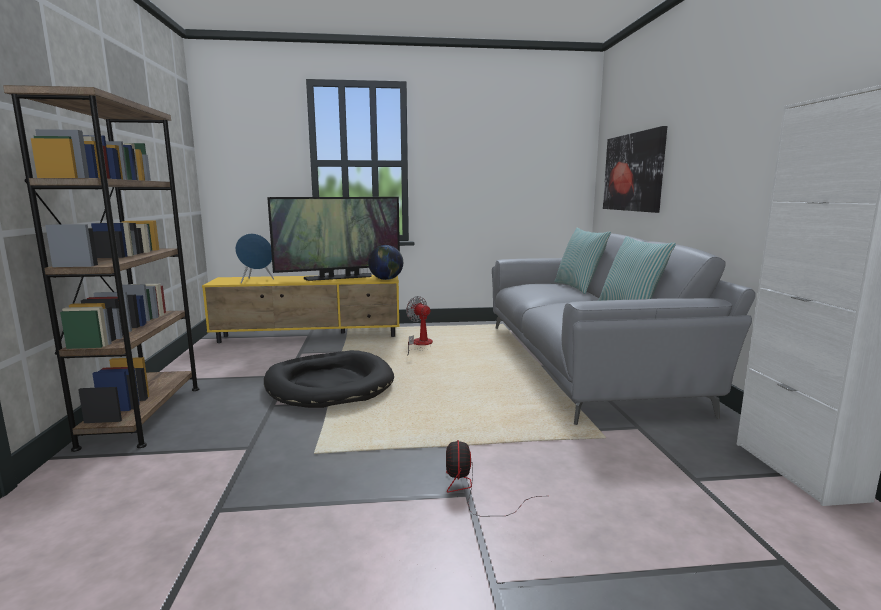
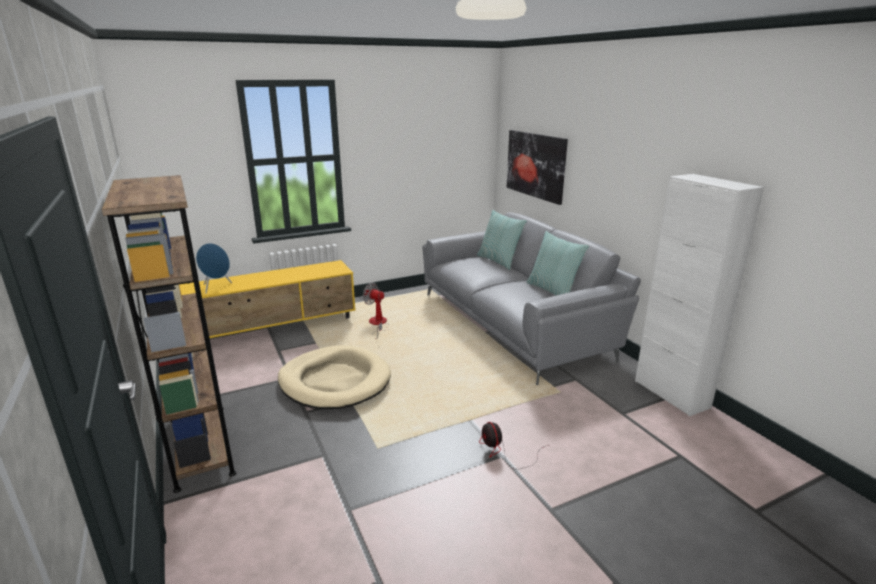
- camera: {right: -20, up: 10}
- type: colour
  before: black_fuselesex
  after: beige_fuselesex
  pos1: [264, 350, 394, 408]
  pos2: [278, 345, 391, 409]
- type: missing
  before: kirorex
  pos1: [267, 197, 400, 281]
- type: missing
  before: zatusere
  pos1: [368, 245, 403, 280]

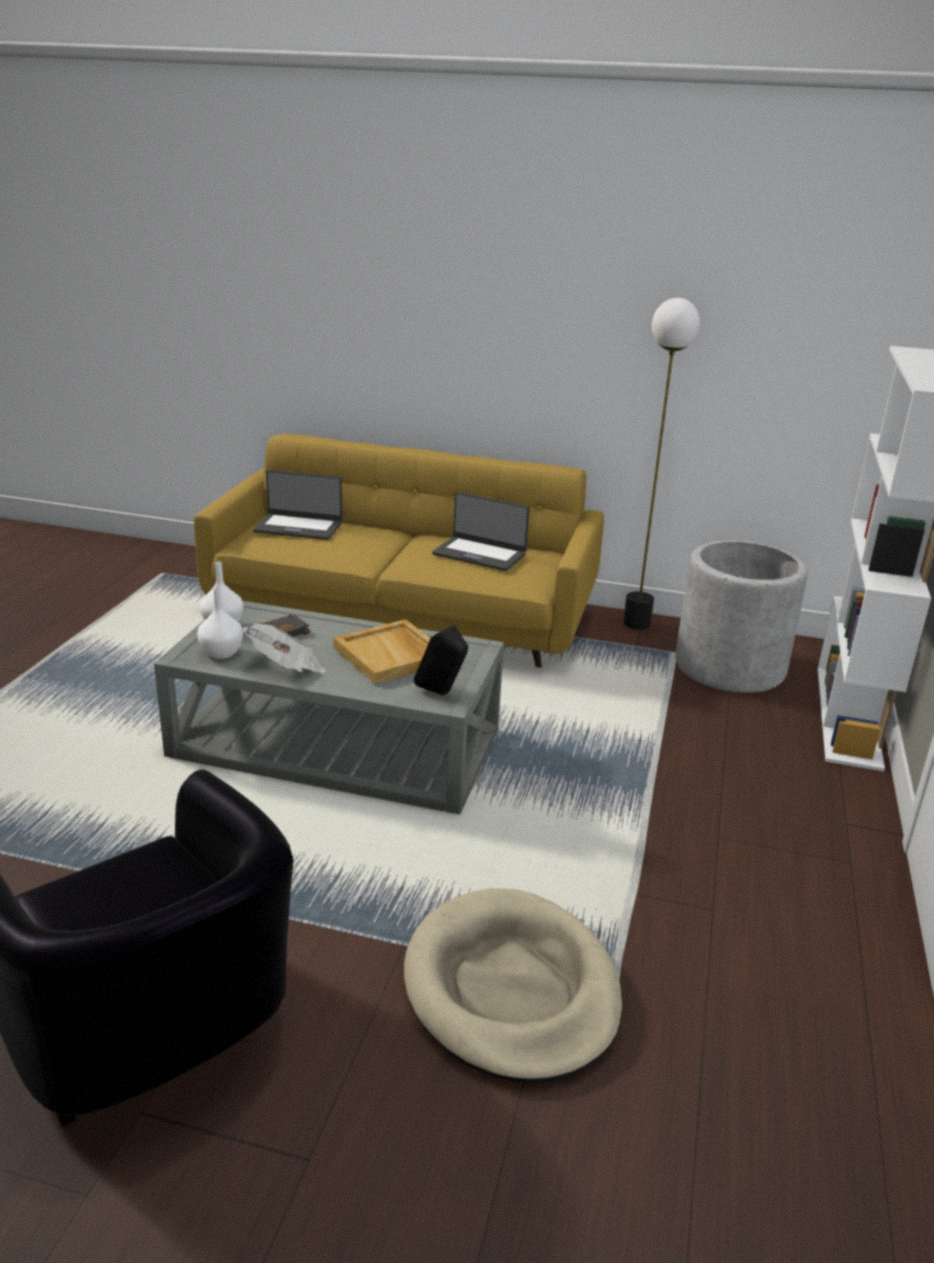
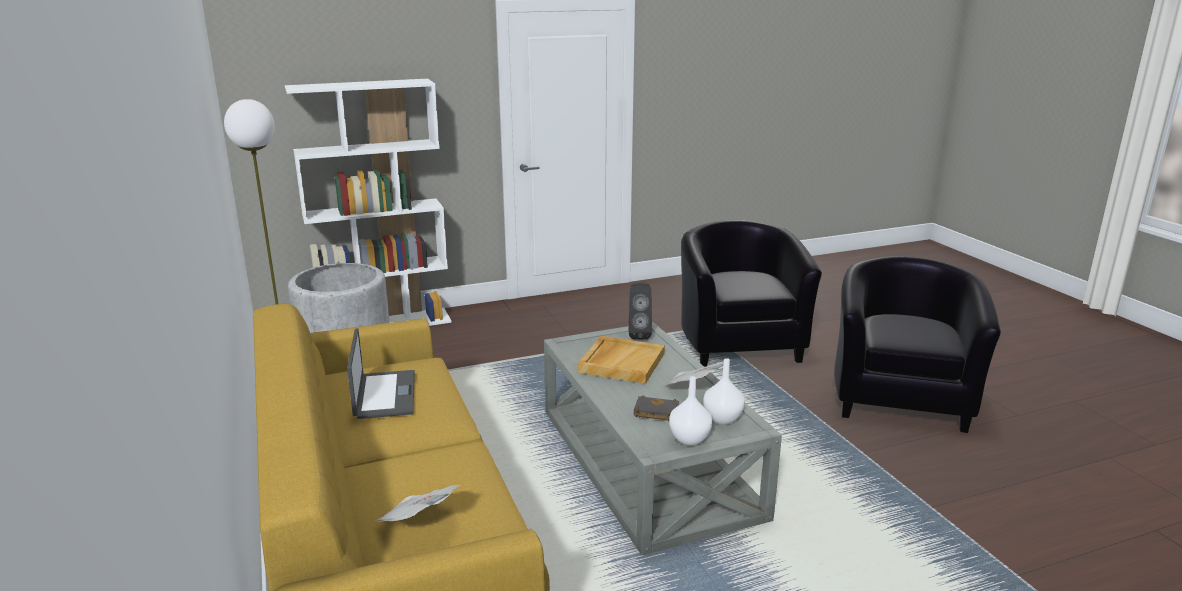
- camera: {right: -125, up: -5}
- type: exchanged
  before: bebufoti
  after: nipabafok
  pos1: [253, 470, 342, 540]
  pos2: [375, 485, 461, 522]
- type: exchanged
  before: beige_fuselesex
  after: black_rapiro
  pos1: [404, 888, 622, 1084]
  pos2: [681, 220, 822, 367]

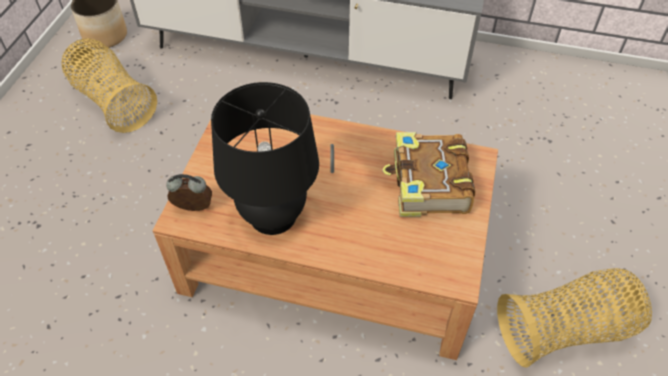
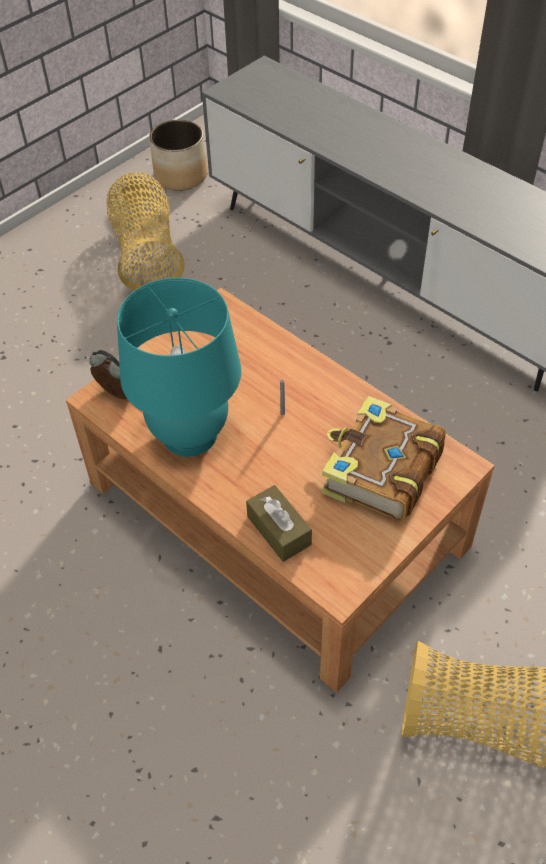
- camera: {right: 30, up: 0}
- type: colour
  before: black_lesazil
  after: turquoise_lesazil
  pos1: [211, 82, 319, 235]
  pos2: [117, 278, 241, 457]
- type: appeared
  after: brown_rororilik
  pos2: [246, 485, 312, 562]

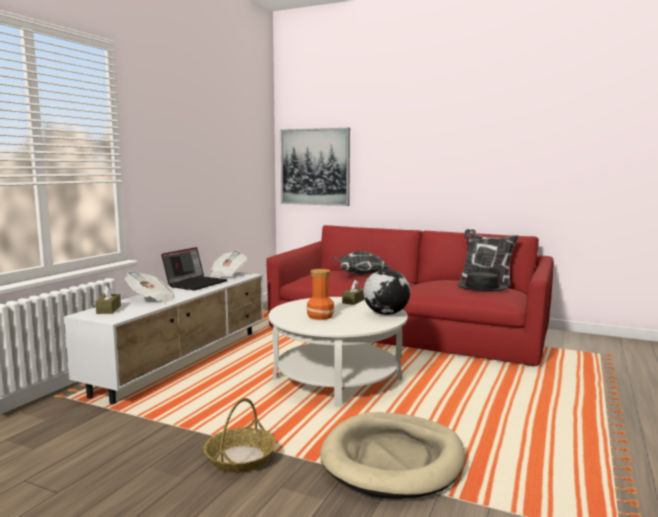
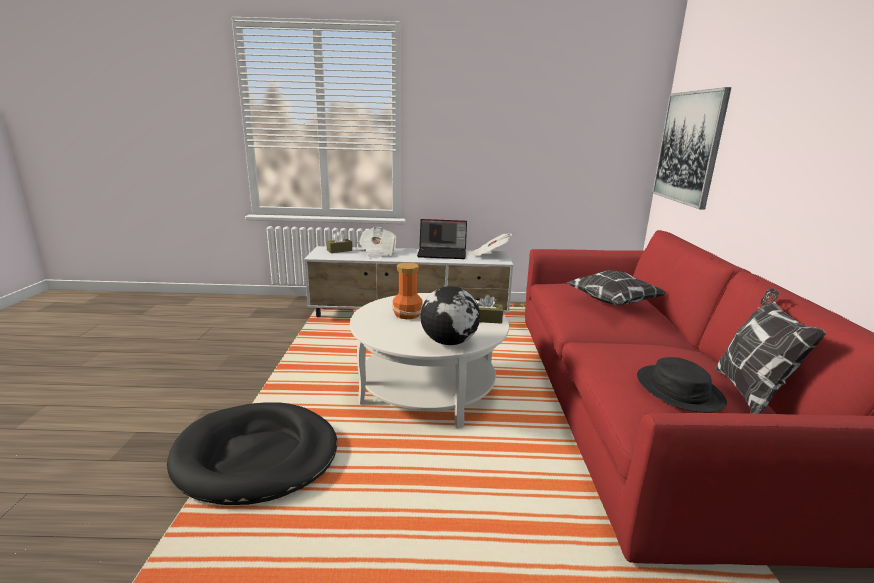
- camera: {right: 65, up: 10}
- type: missing
  before: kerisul
  pos1: [204, 398, 276, 473]
- type: colour
  before: beige_fuselesex
  after: black_fuselesex
  pos1: [320, 412, 465, 499]
  pos2: [167, 402, 337, 505]

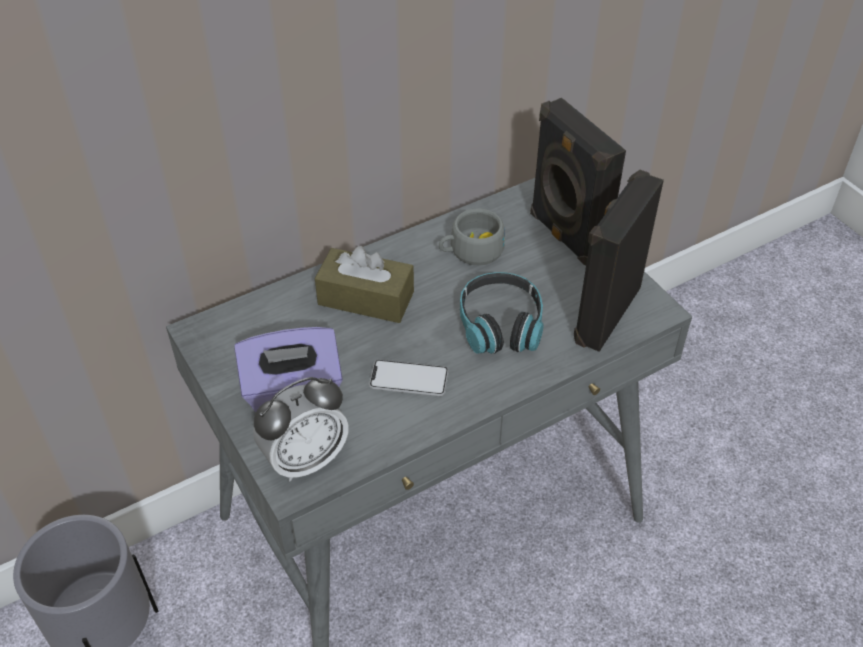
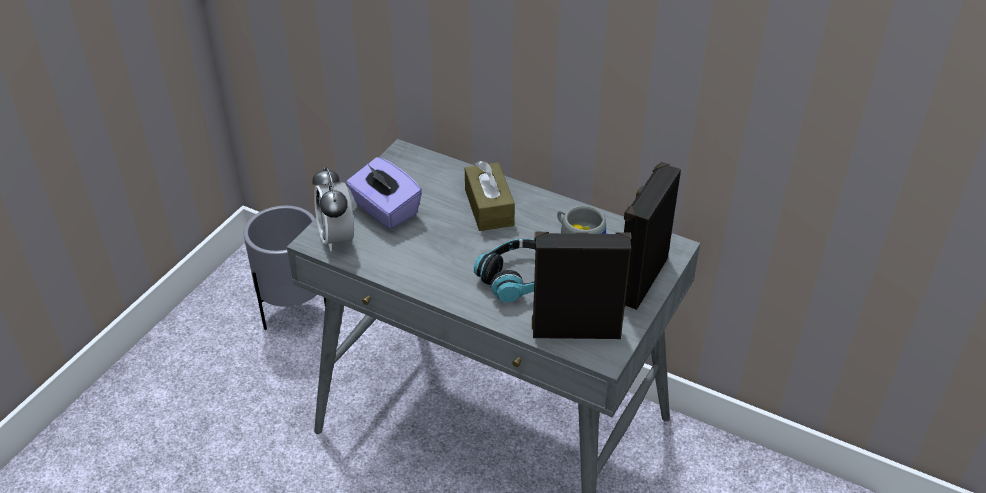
- camera: {right: 60, up: -5}
- type: spun
  before: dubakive
  pos1: [253, 377, 349, 481]
  pos2: [312, 167, 354, 251]
  turn: 45
- type: missing
  before: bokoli
  pos1: [369, 360, 449, 396]

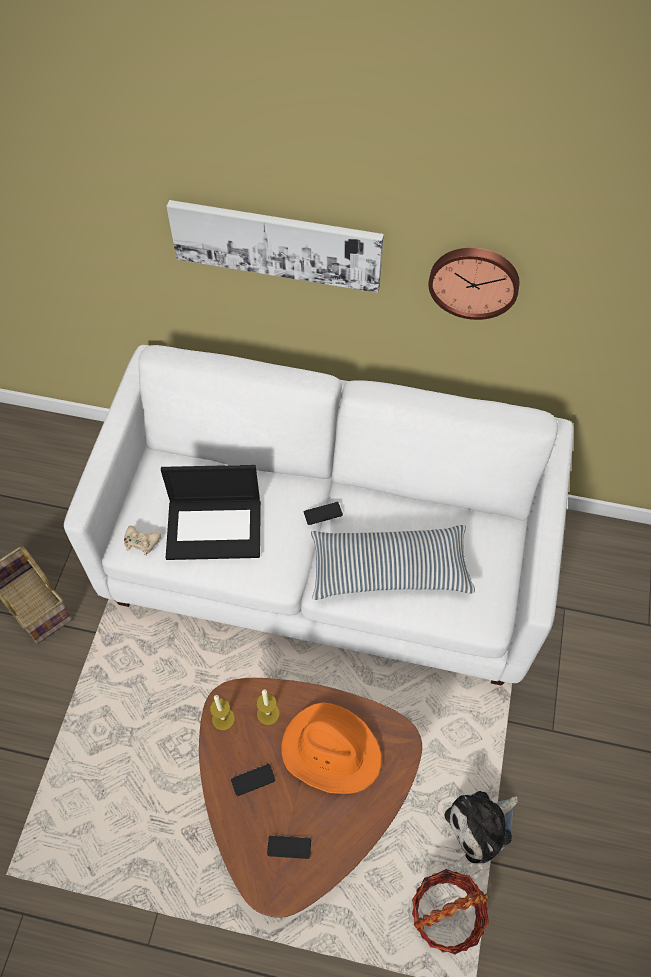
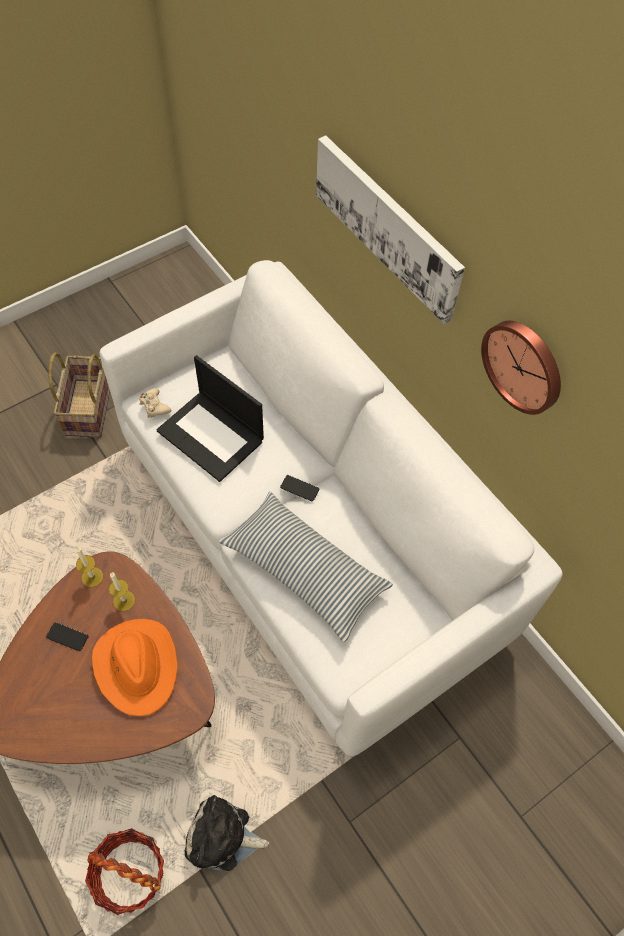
- camera: {right: 40, up: 0}
- type: missing
  before: bokoli
  pos1: [267, 835, 311, 859]

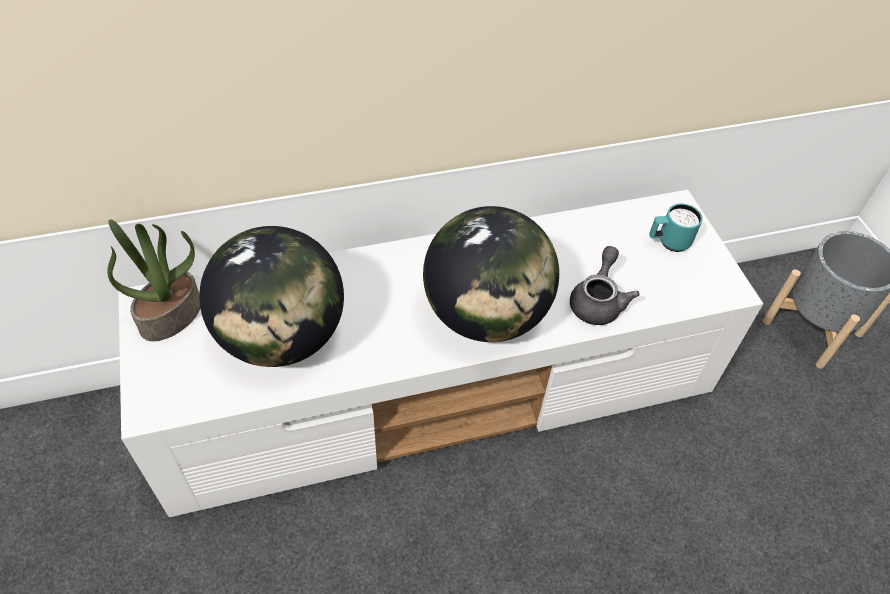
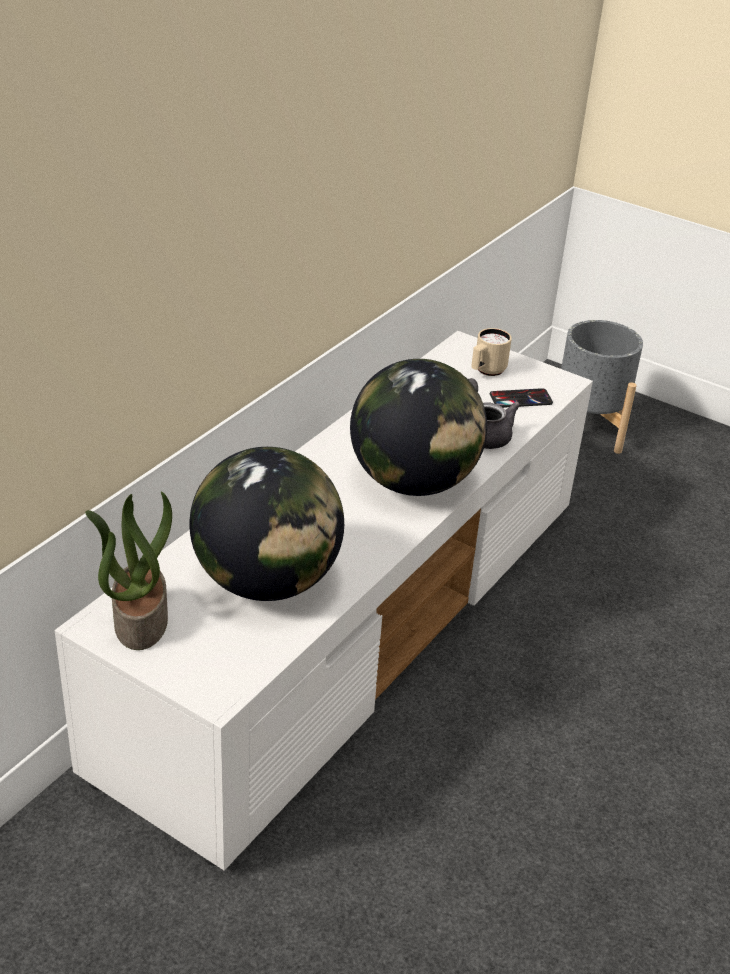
- camera: {right: -40, up: -15}
- type: colour
  before: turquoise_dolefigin
  after: beige_dolefigin
  pos1: [649, 203, 703, 252]
  pos2: [471, 328, 512, 376]
- type: appeared
  after: bokoli
  pos2: [490, 388, 553, 408]

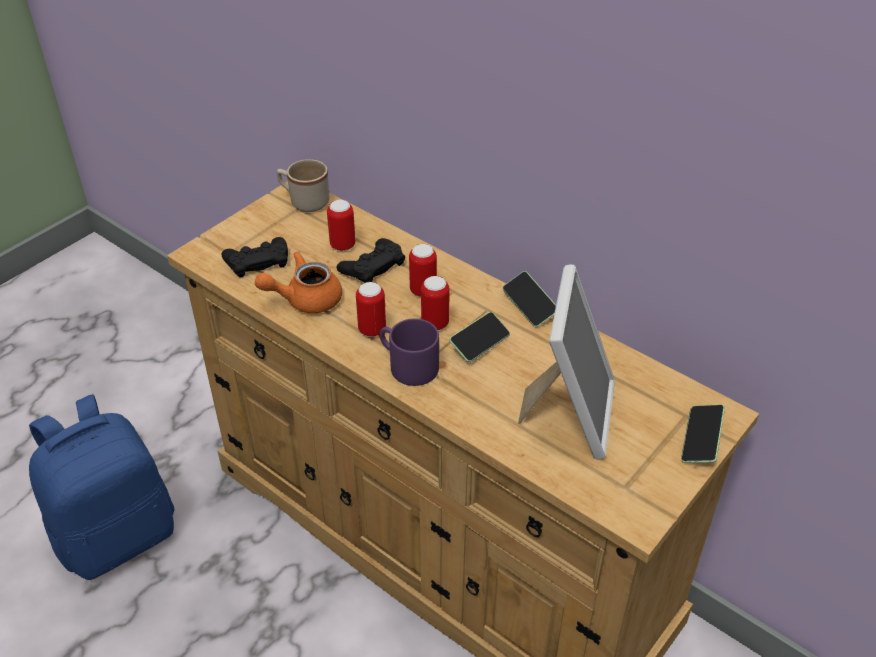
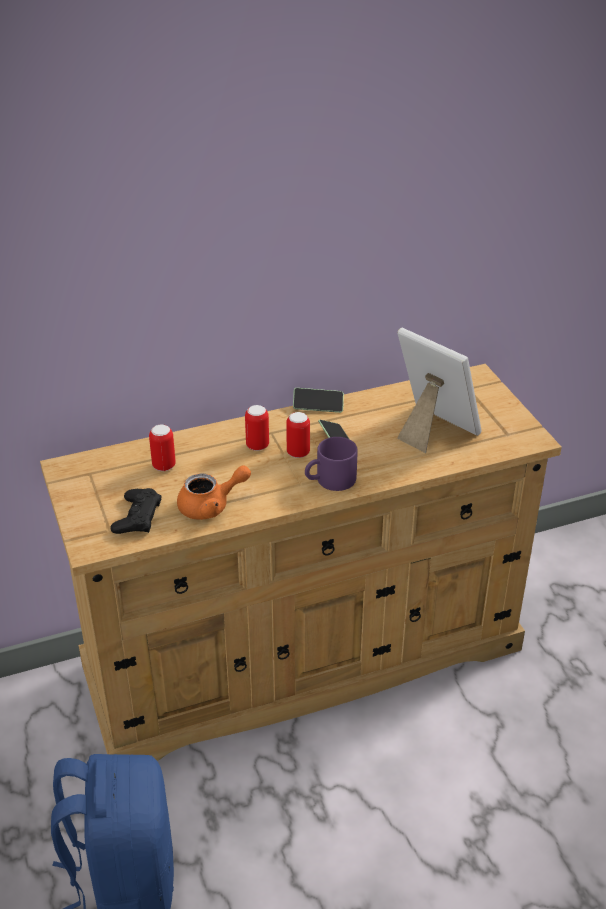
- camera: {right: -60, up: -5}
- type: spun
  before: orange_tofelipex
  pos1: [255, 252, 342, 313]
  pos2: [177, 465, 251, 520]
  turn: -120
- type: missing
  before: beige_dolefigin
  pos1: [277, 159, 329, 212]
- type: missing
  before: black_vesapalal
  pos1: [336, 238, 405, 283]
- type: missing
  before: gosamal
  pos1: [356, 282, 386, 337]
- type: missing
  before: bokoli
  pos1: [681, 404, 725, 463]

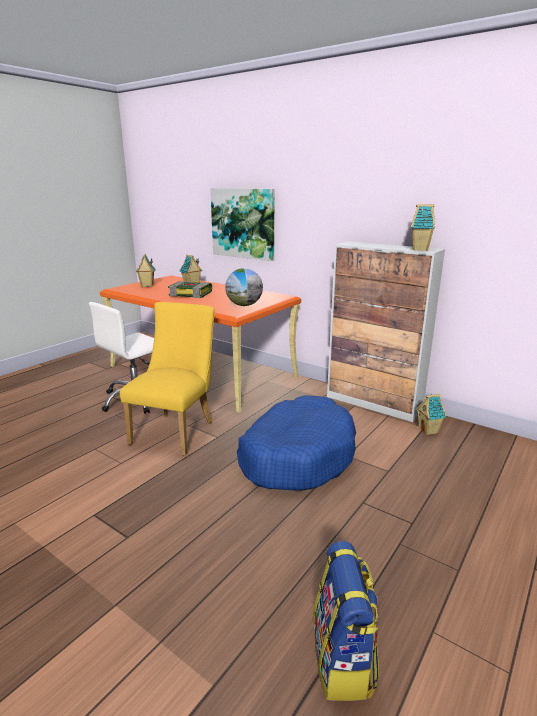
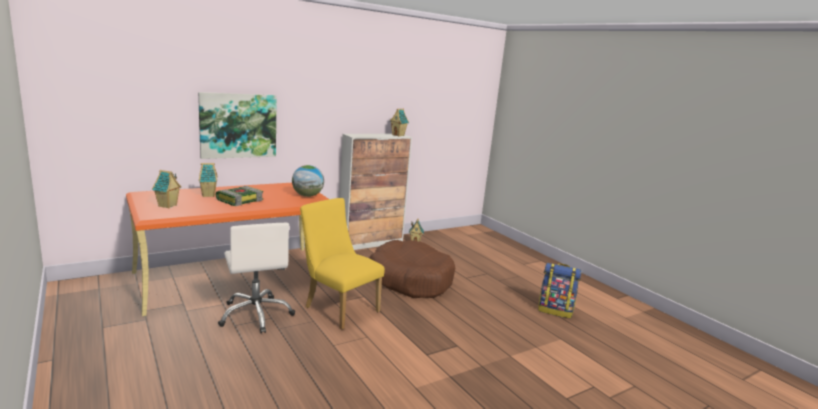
- camera: {right: -70, up: -5}
- type: colour
  before: blue_fuselesex
  after: brown_fuselesex
  pos1: [237, 396, 356, 491]
  pos2: [369, 240, 455, 298]

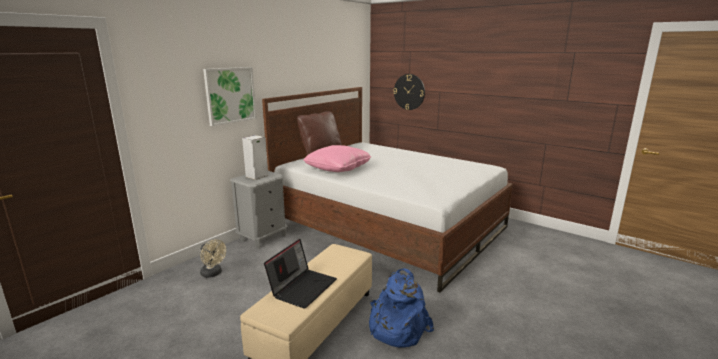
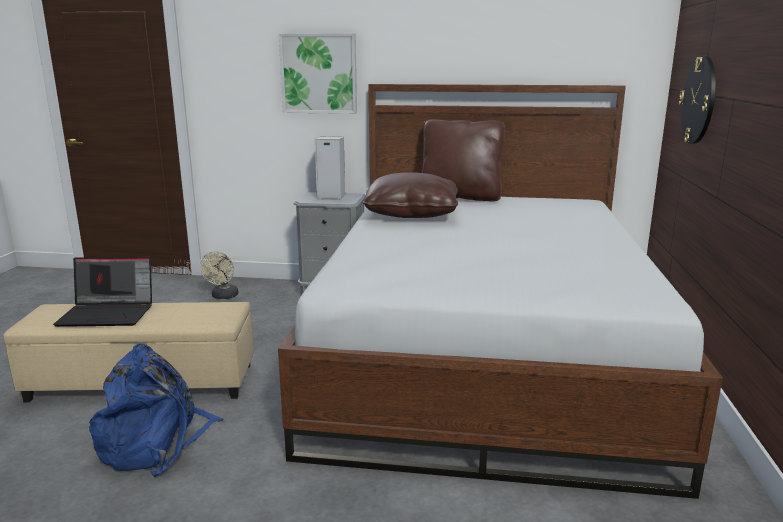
- camera: {right: 60, up: 0}
- type: colour
  before: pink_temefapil
  after: brown_temefapil
  pos1: [303, 145, 371, 172]
  pos2: [362, 172, 458, 218]

